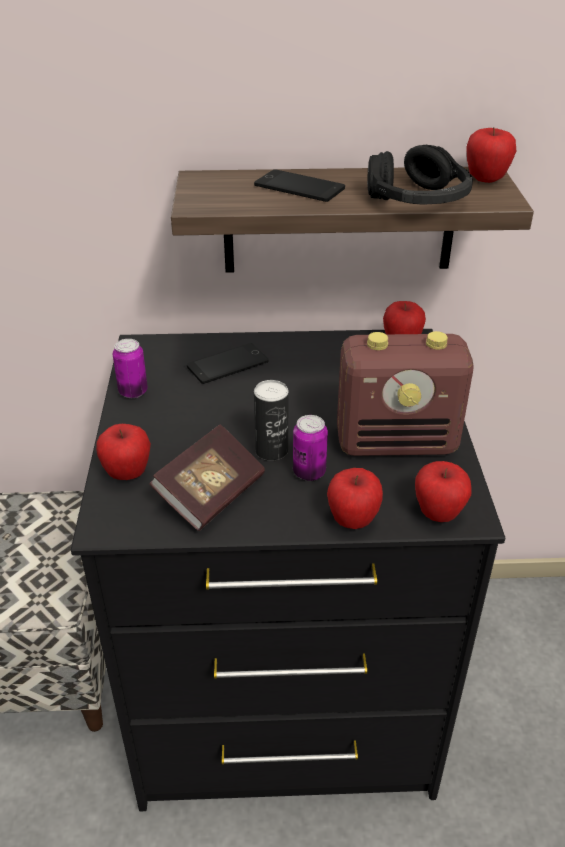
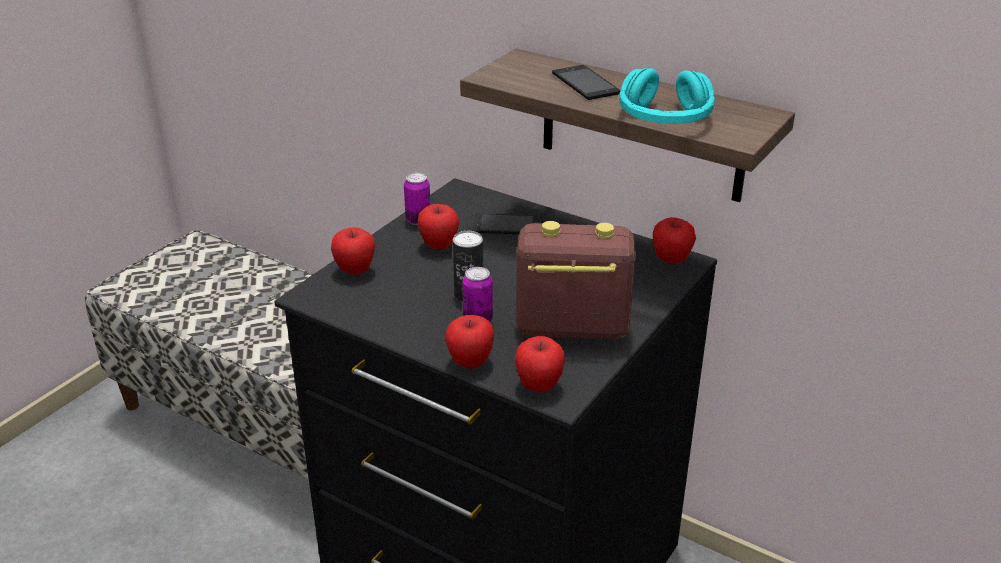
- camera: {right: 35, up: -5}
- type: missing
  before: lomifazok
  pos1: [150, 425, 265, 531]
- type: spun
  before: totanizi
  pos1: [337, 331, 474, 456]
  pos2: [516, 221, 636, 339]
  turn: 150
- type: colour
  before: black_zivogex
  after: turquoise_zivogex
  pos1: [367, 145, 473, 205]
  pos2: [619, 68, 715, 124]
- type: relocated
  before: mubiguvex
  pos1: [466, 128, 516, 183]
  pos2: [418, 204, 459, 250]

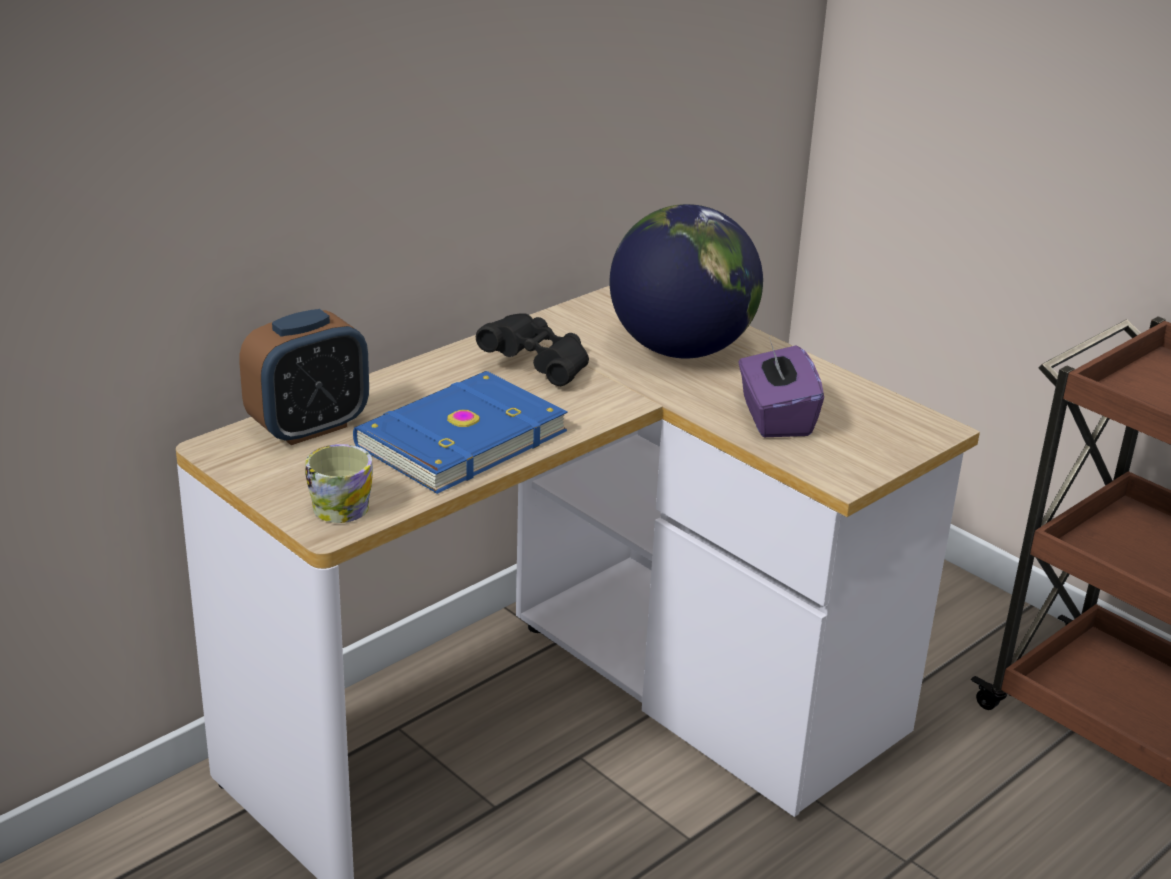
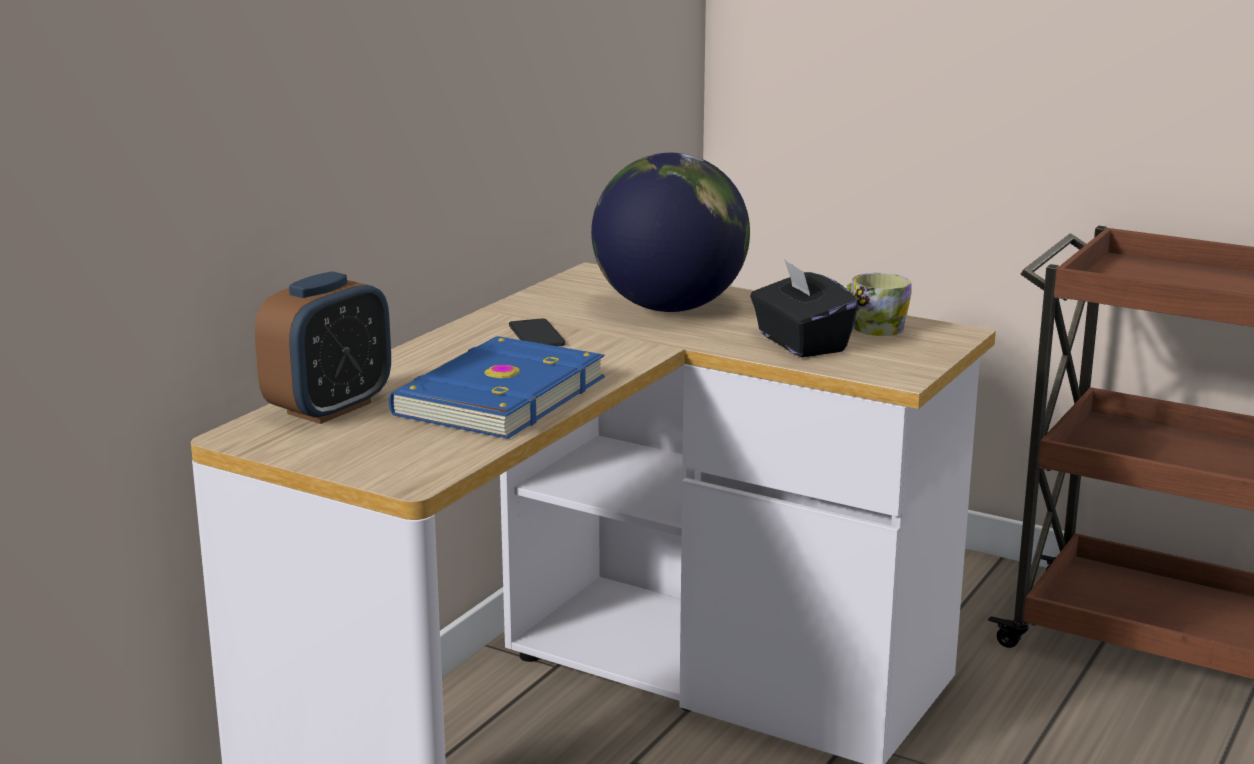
- camera: {right: -15, up: -10}
- type: relocated
  before: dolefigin
  pos1: [305, 444, 373, 523]
  pos2: [844, 273, 911, 336]
- type: exchanged
  before: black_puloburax
  after: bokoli
  pos1: [476, 313, 589, 386]
  pos2: [509, 319, 566, 346]
- type: colour
  before: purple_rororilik
  after: black_rororilik
  pos1: [738, 337, 824, 437]
  pos2: [750, 259, 858, 358]

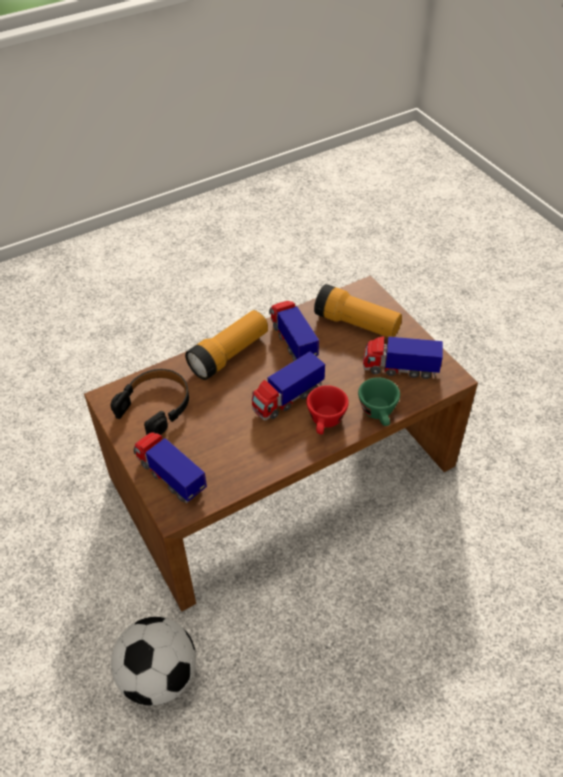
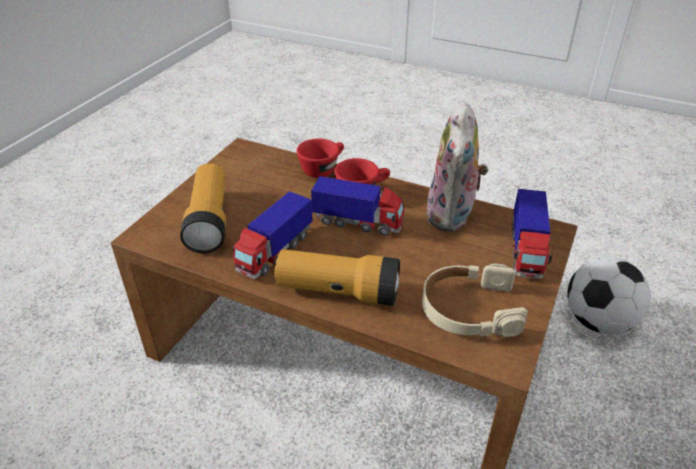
- camera: {right: -125, up: -10}
- type: colour
  before: black_zivogex
  after: beige_zivogex
  pos1: [111, 369, 189, 435]
  pos2: [422, 263, 527, 337]
- type: colour
  before: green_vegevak
  after: red_vegevak
  pos1: [358, 377, 400, 426]
  pos2: [297, 139, 344, 178]
- type: missing
  before: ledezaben
  pos1: [363, 336, 443, 379]
- type: appeared
  after: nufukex
  pos2: [426, 102, 489, 232]

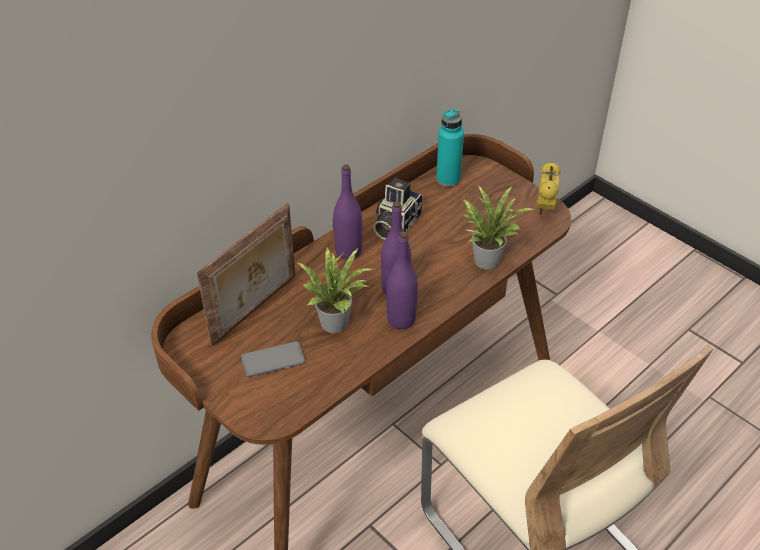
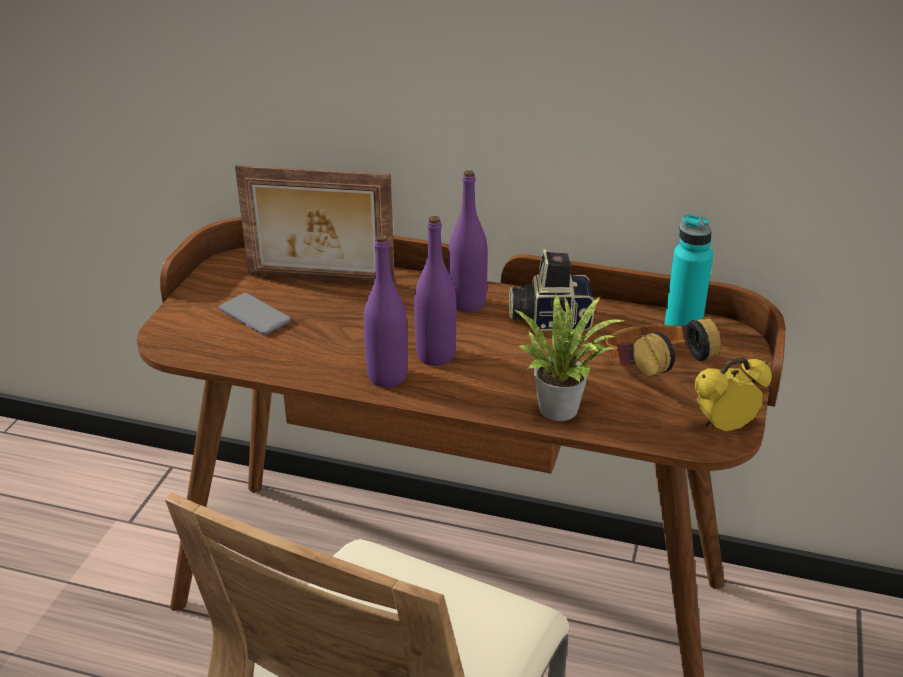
- camera: {right: 60, up: -10}
- type: missing
  before: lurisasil
  pos1: [296, 248, 372, 333]
- type: appeared
  after: zivogex
  pos2: [606, 317, 721, 376]

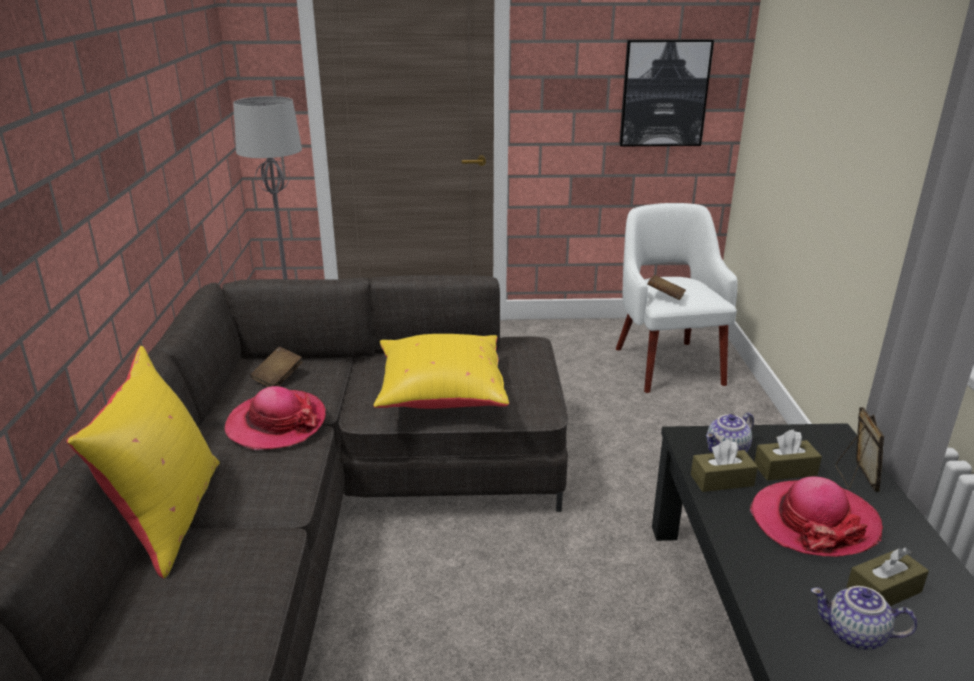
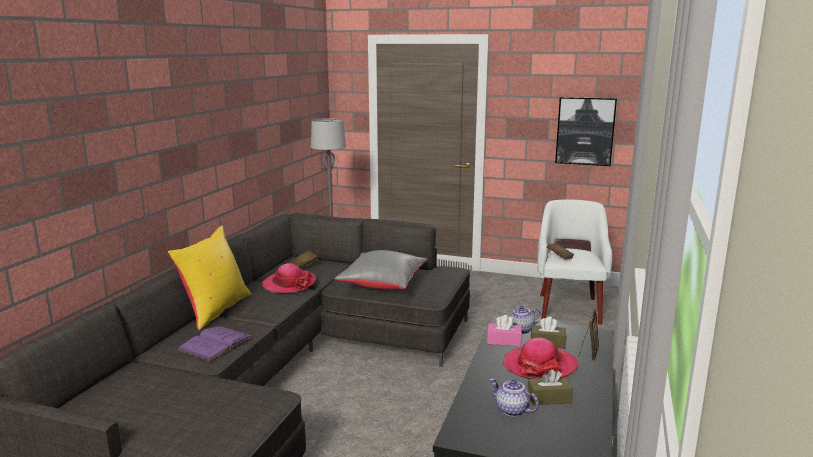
- camera: {right: 20, up: -10}
- type: colour
  before: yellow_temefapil
  after: grey_temefapil
  pos1: [374, 334, 509, 409]
  pos2: [335, 250, 427, 290]
- type: colour
  before: brown_rororilik
  after: pink_rororilik
  pos1: [691, 440, 758, 492]
  pos2: [487, 315, 522, 347]
- type: appeared
  after: purple_lomifazok
  pos2: [177, 326, 253, 361]

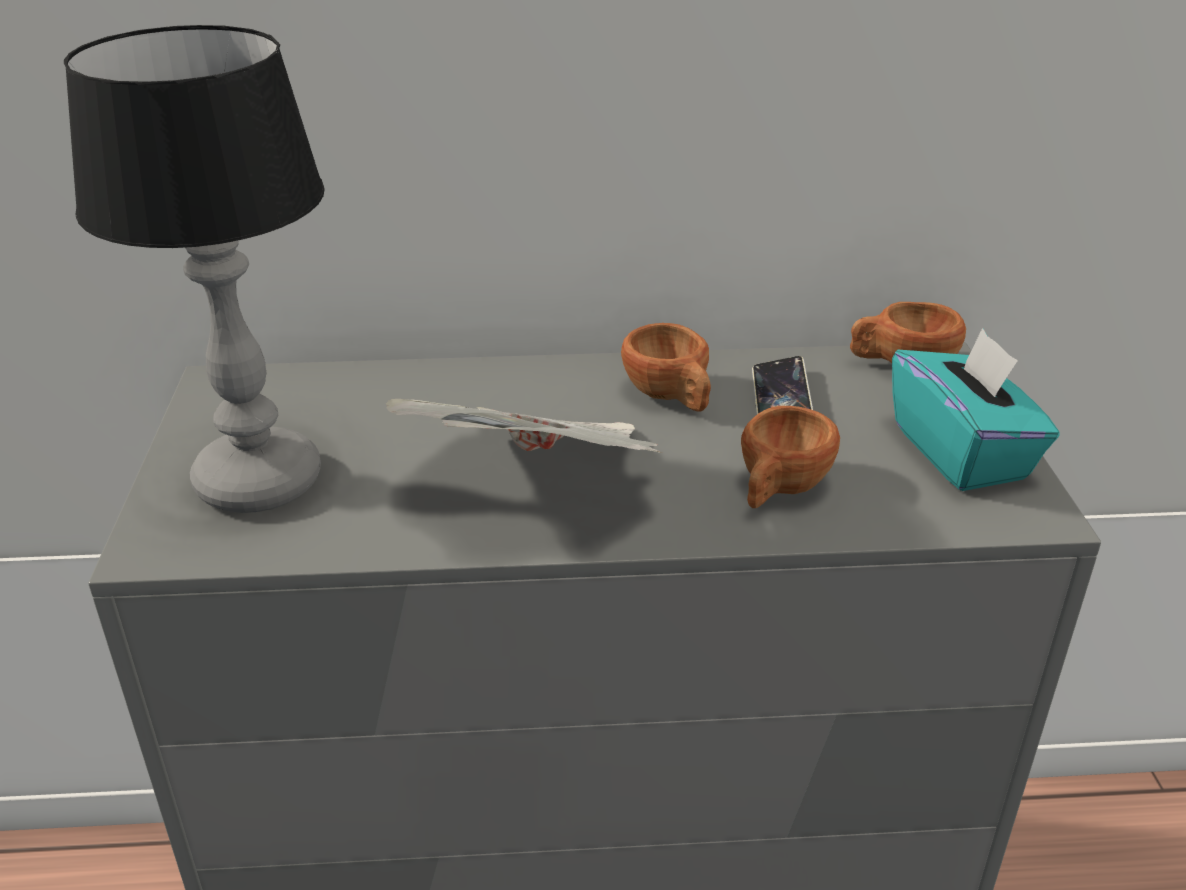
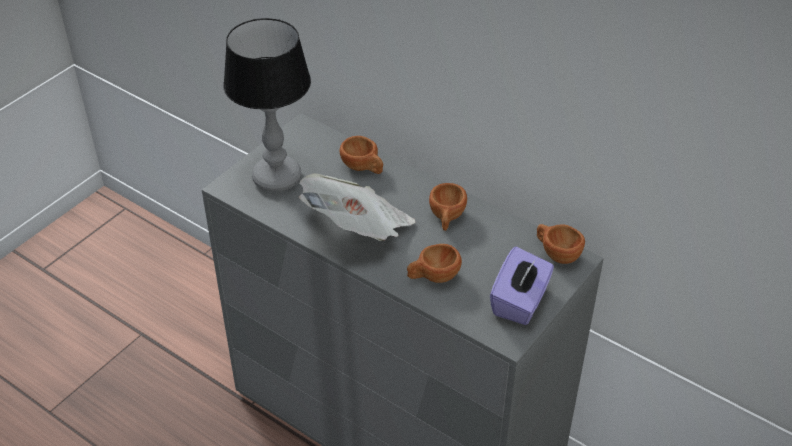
- camera: {right: 40, up: 10}
- type: missing
  before: bokoli
  pos1: [752, 356, 813, 414]
- type: colour
  before: turquoise_rororilik
  after: purple_rororilik
  pos1: [892, 328, 1059, 491]
  pos2: [490, 246, 554, 325]
- type: appeared
  after: brown_vegevak
  pos2: [339, 136, 383, 174]

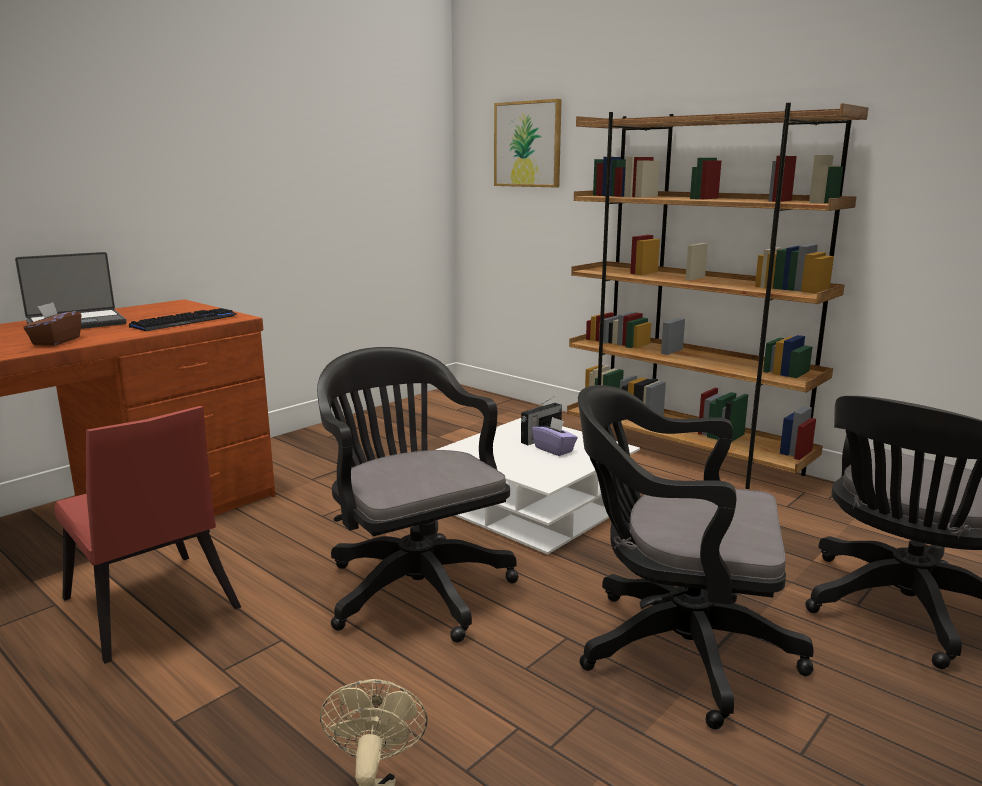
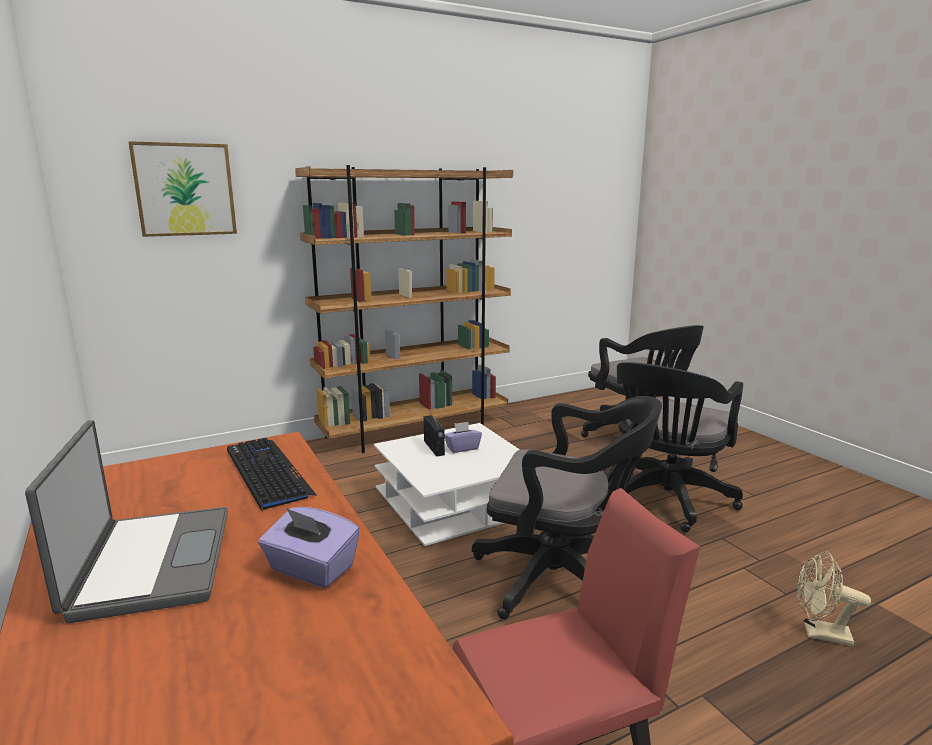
- camera: {right: -70, up: 0}
- type: colour
  before: brown_rororilik
  after: purple_rororilik
  pos1: [23, 302, 81, 346]
  pos2: [258, 507, 360, 588]
- type: spun
  before: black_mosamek
  pos1: [317, 347, 519, 643]
  pos2: [472, 396, 662, 619]
  turn: -150

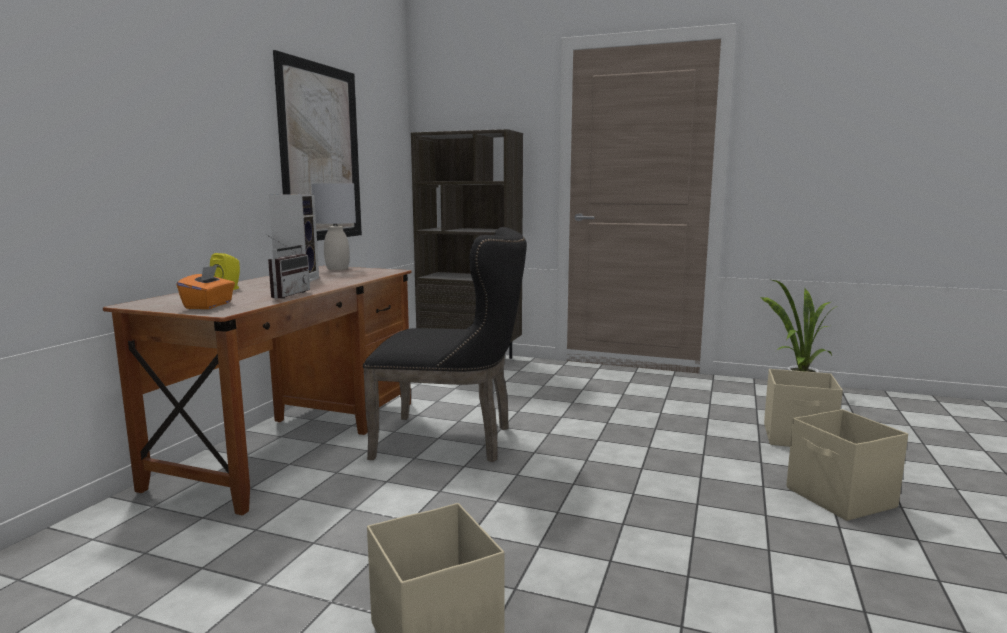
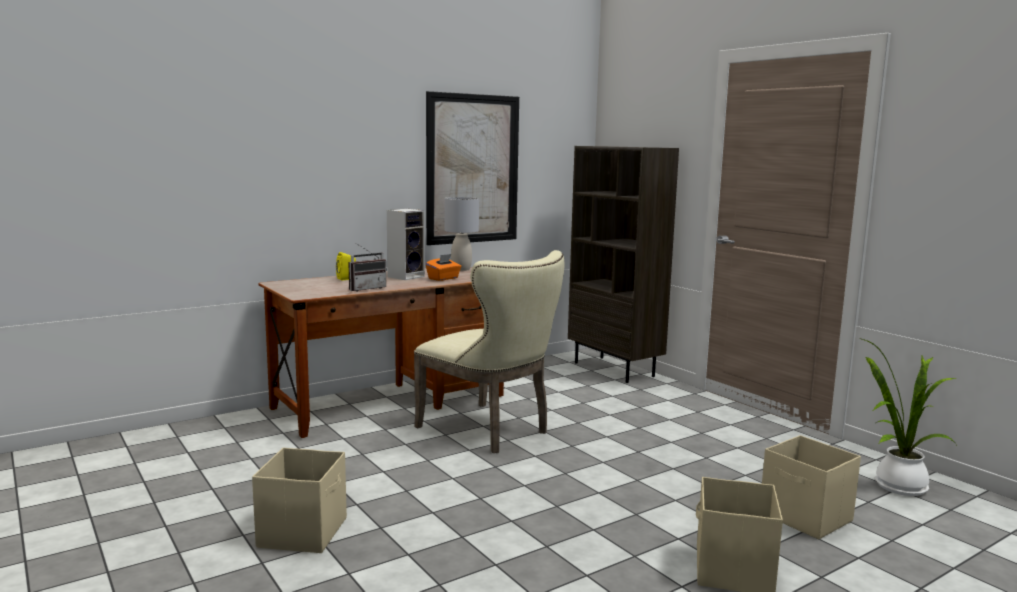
- camera: {right: 35, up: 0}
- type: relocated
  before: orange_rororilik
  pos1: [177, 265, 235, 309]
  pos2: [426, 254, 461, 281]
- type: colour
  before: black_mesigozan
  after: beige_mesigozan
  pos1: [363, 227, 527, 462]
  pos2: [414, 250, 564, 453]

